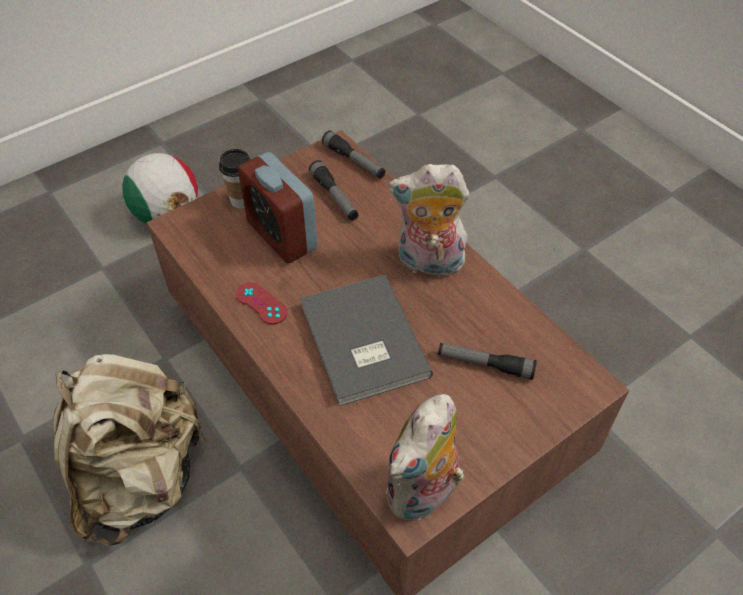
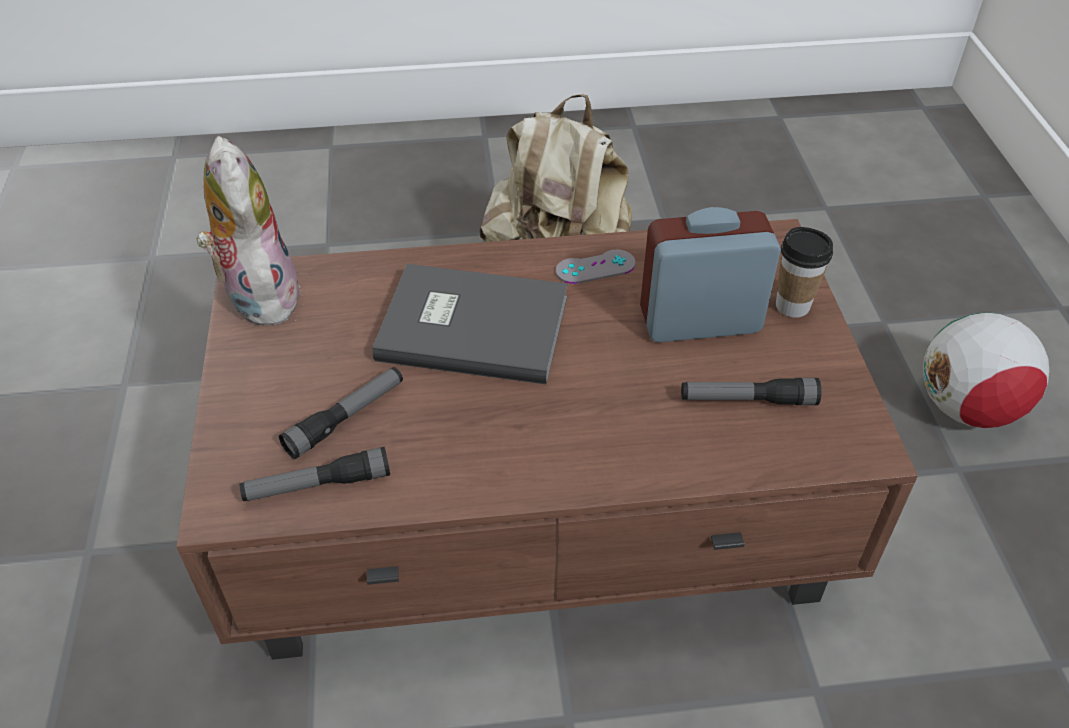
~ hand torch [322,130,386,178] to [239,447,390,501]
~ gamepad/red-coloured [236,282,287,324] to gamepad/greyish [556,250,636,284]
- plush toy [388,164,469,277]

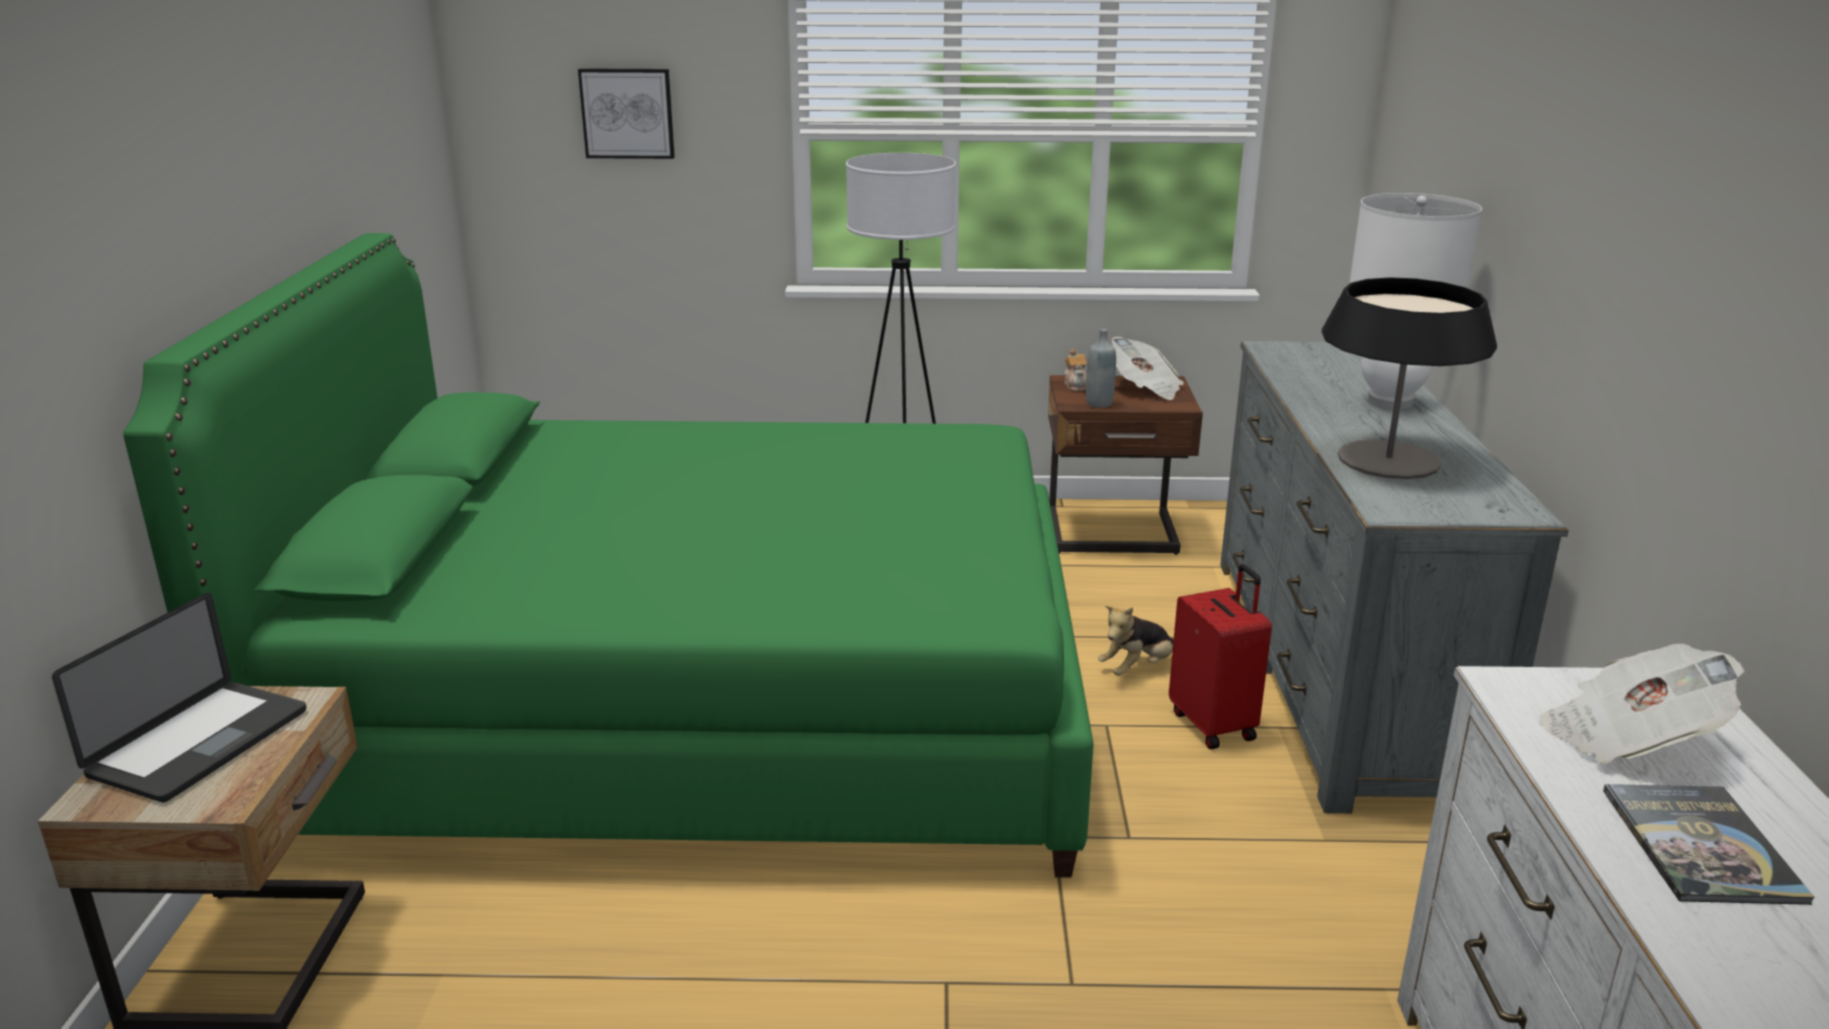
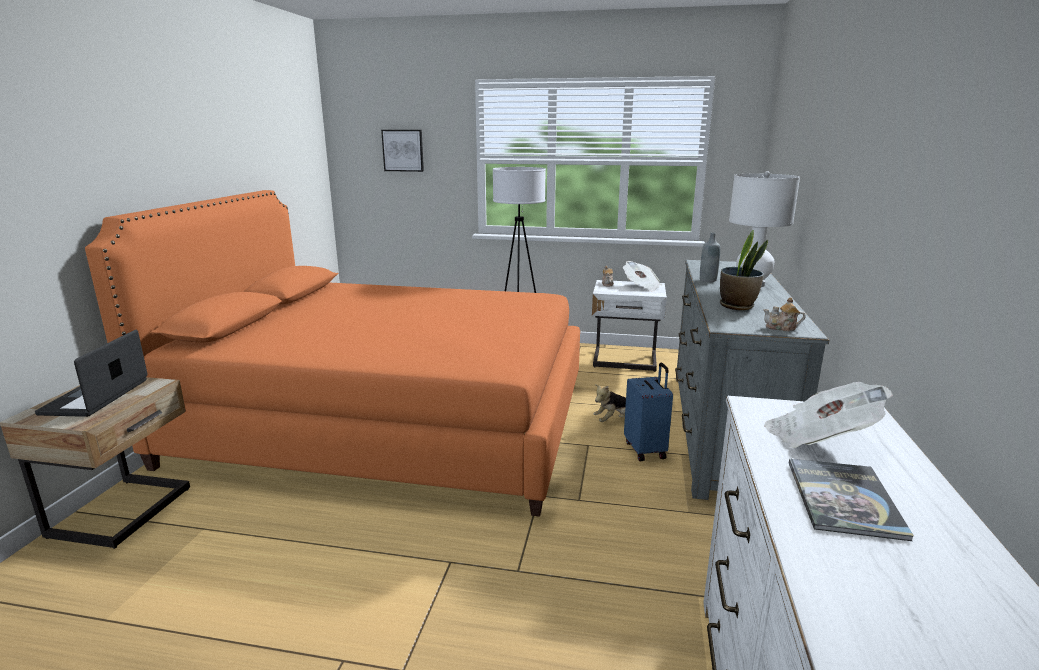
~ notebook computer [52,593,306,803] = [35,330,147,417] 150 degrees clockwise
~ bed/green-coloured [123,233,1094,878] to bed/orange [85,190,580,517]
~ bedside table/brownish [1048,375,1203,555] to bedside table/white-coloured [592,280,667,372]
~ piece of luggage/red-coloured [1169,564,1272,749] to piece of luggage/bluish [624,363,673,461]
~ bottle/greyish [1086,329,1116,408] to [700,232,720,282]
~ tabletop lamp [1322,277,1497,479] to houseplant [720,230,768,310]
+ tea pot [763,297,806,331]

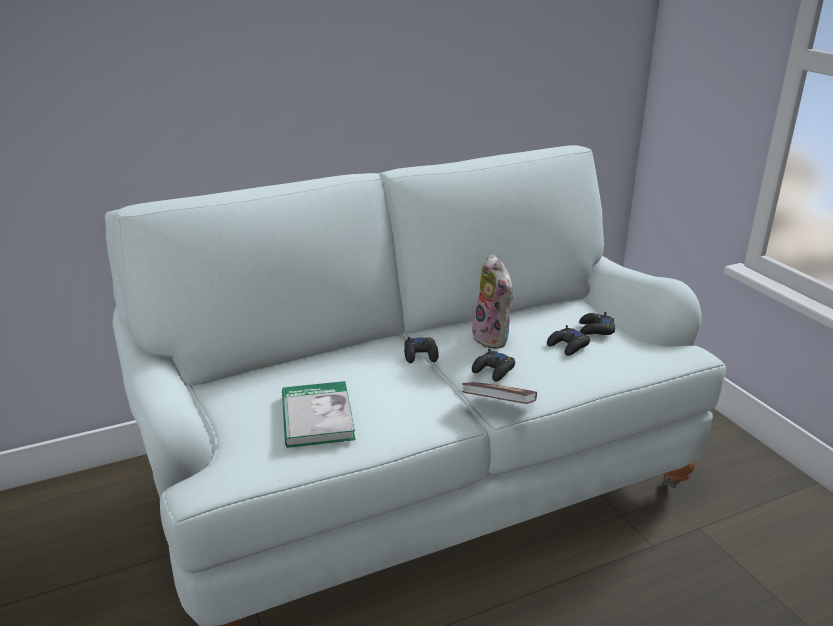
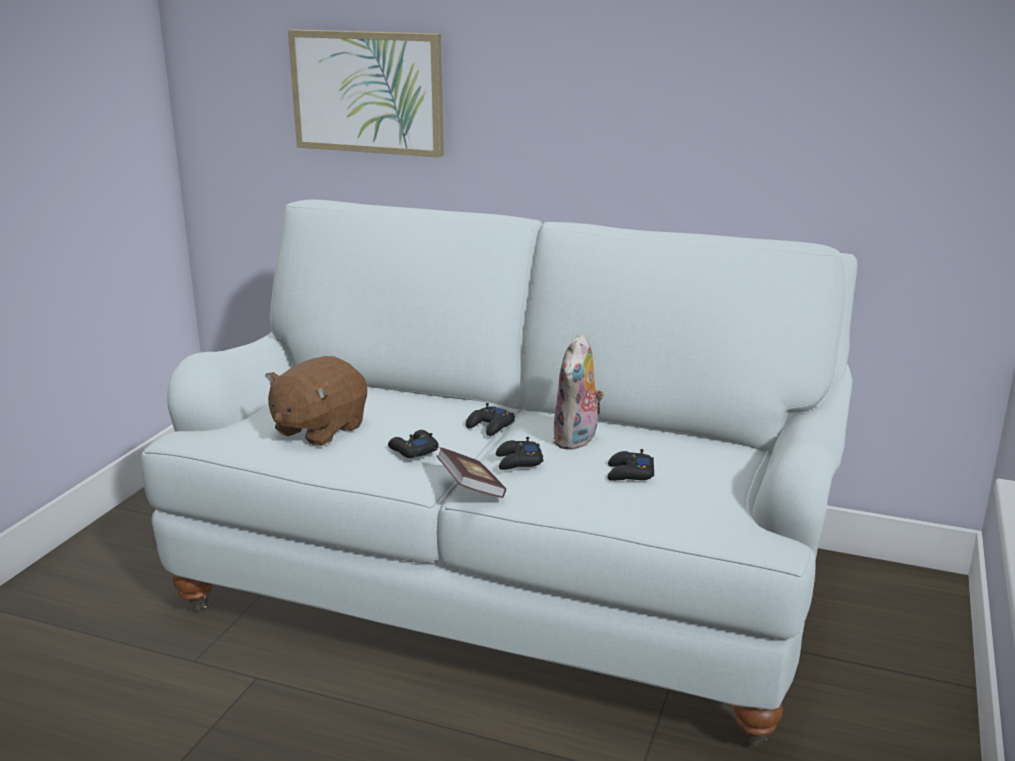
~ volume [282,381,356,448] to plush toy/brownish [265,356,367,446]
+ wall picture [288,29,444,158]
~ gamepad/black [579,312,615,335] to [388,430,439,458]

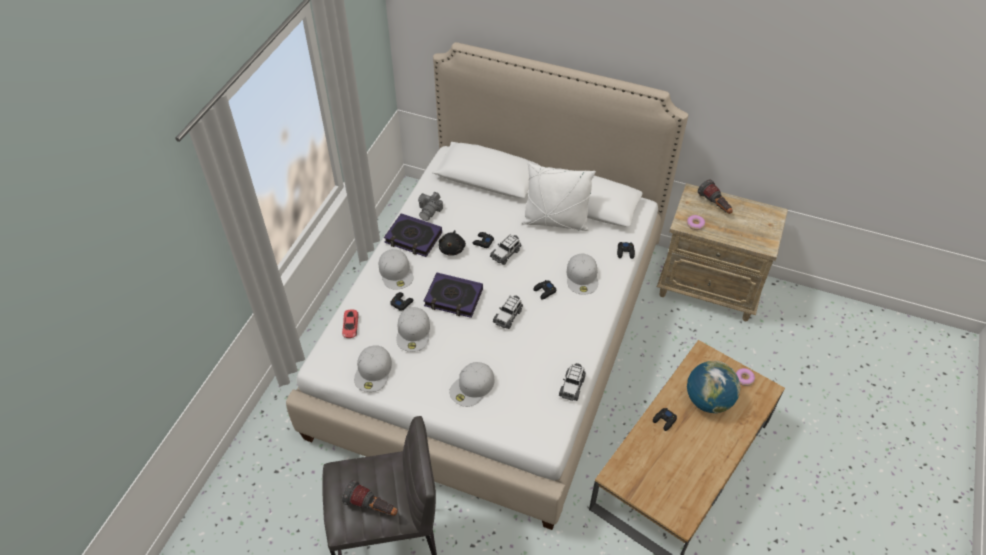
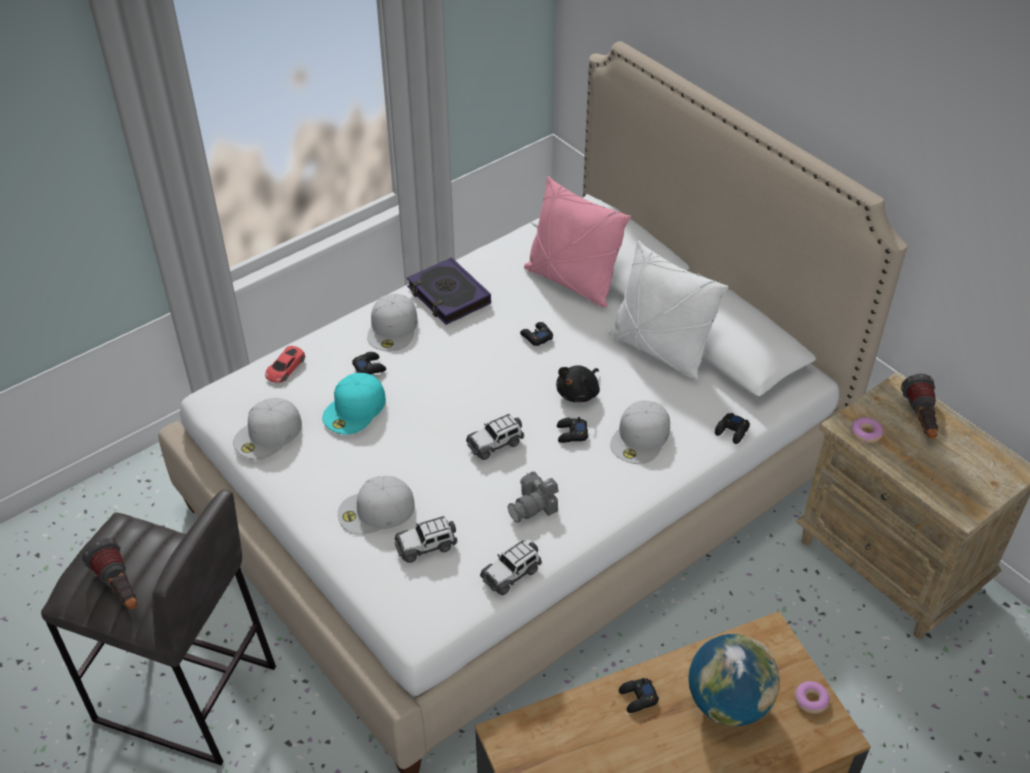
~ baseball cap/white-coloured [397,307,430,352] to baseball cap/turquoise [322,373,386,434]
~ miniature car [490,234,521,265] to [394,516,457,563]
~ still camera [418,192,443,221] to [507,472,559,523]
+ throw pillow/pink-coloured [524,176,631,308]
~ plush toy/black [439,230,466,256] to [556,365,600,402]
- volume [424,273,483,318]

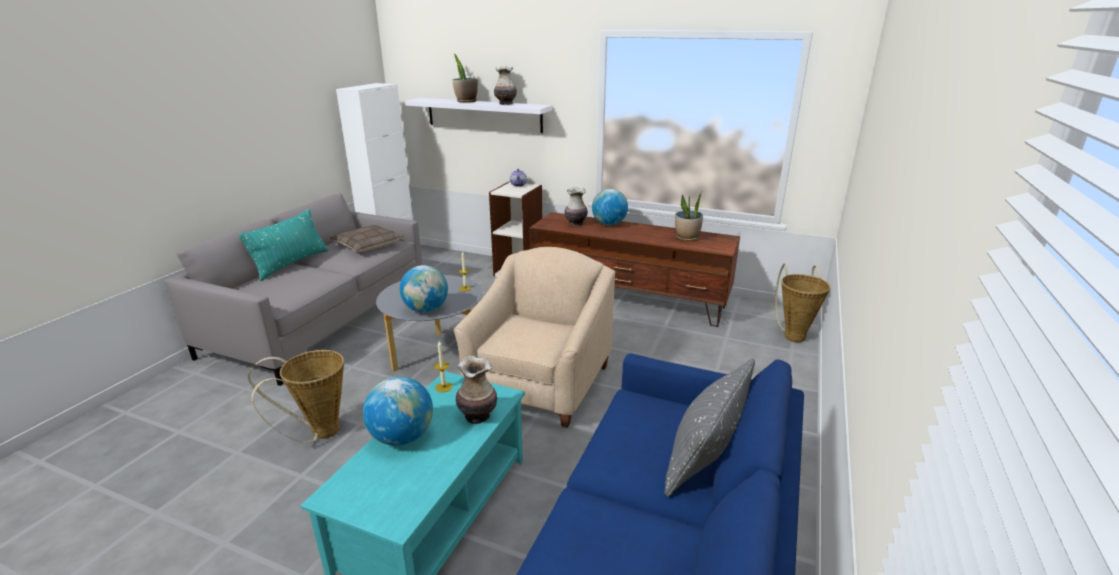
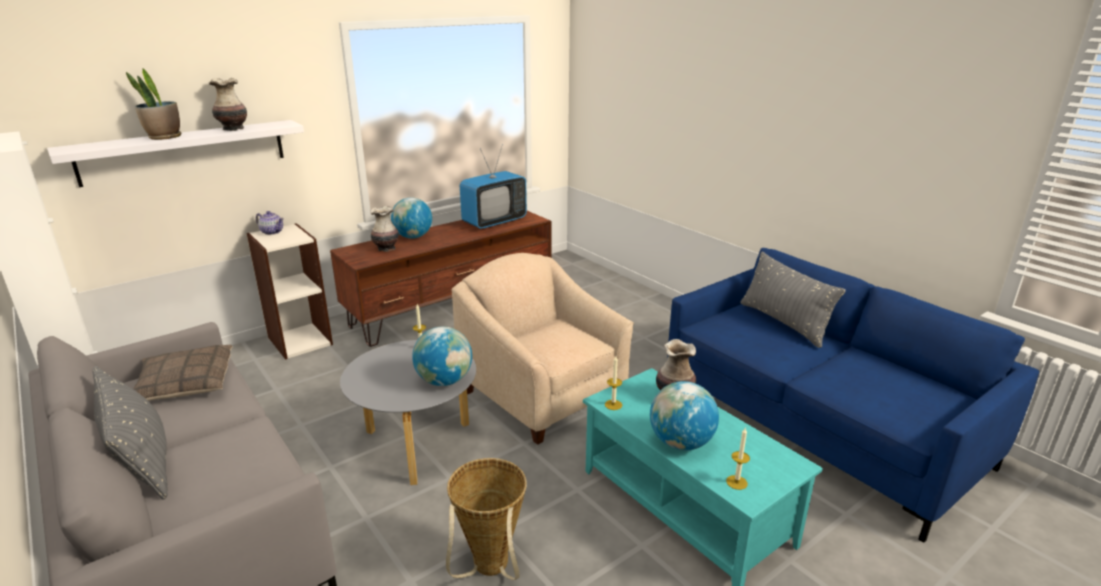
~ throw pillow/turquoise [239,209,328,281] to throw pillow/greyish [92,366,168,500]
~ houseplant [675,193,703,241] to TV [460,144,527,229]
+ wax light [726,428,750,490]
- storage basket [775,263,830,342]

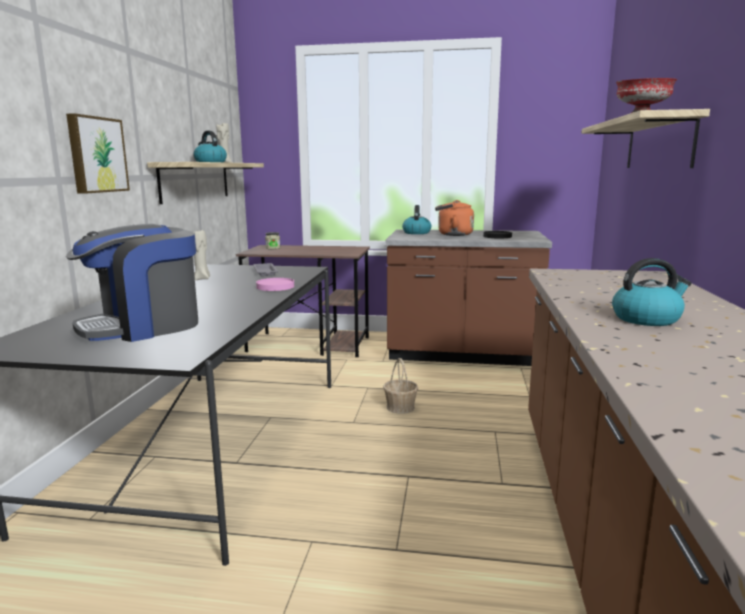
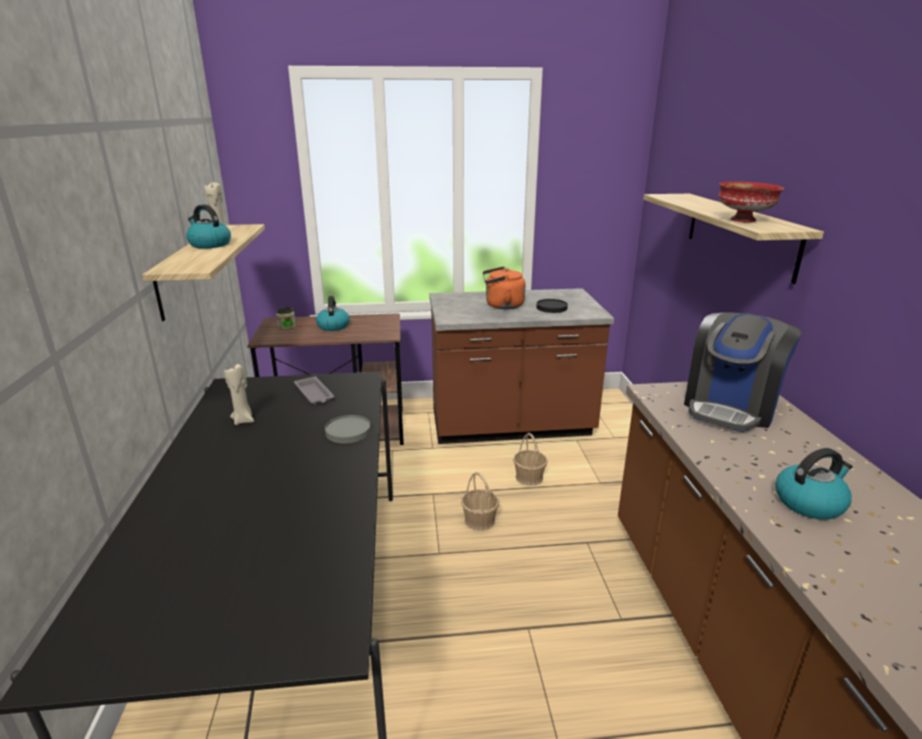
~ water kettle [402,205,431,234] to [316,296,350,331]
~ dinner plate/pink-coloured [256,278,294,291] to dinner plate/greyish [325,415,371,444]
+ storage basket [513,433,548,486]
~ coffee brewer [66,224,198,342] to [684,313,801,432]
- wall picture [66,113,130,194]

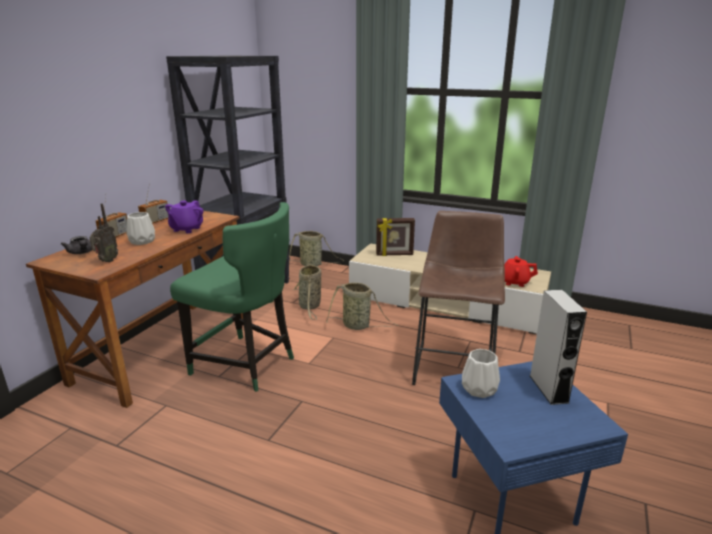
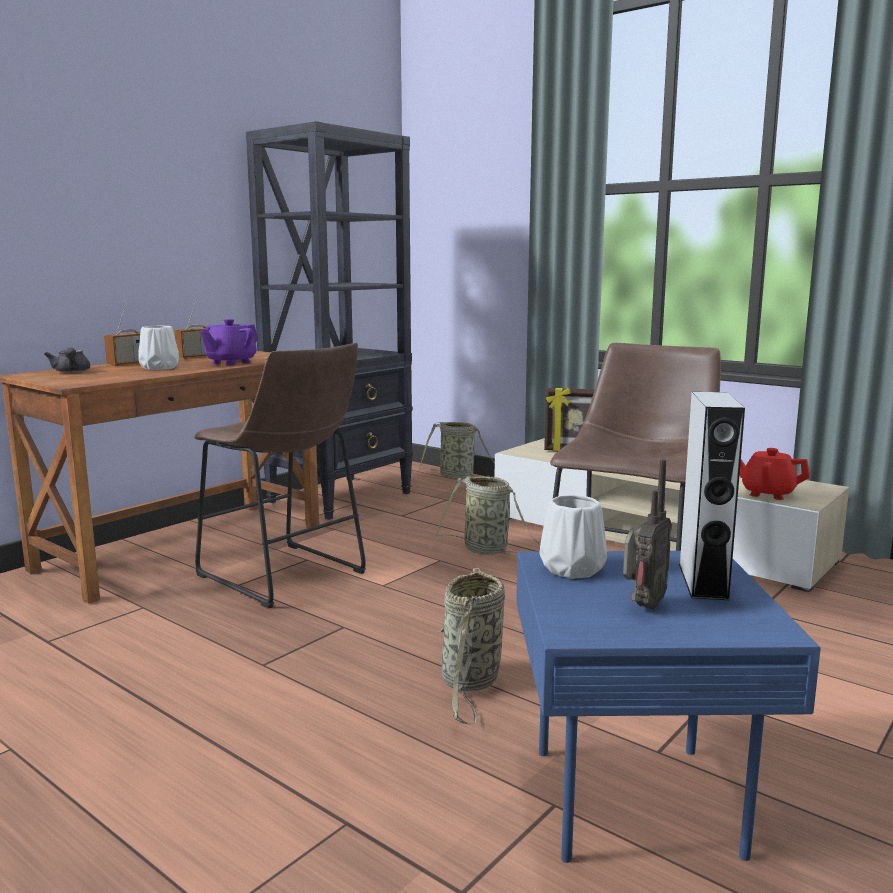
~ upright chair/green-coloured [170,202,294,392] to stool seat/brownish [194,343,366,609]
~ storage basket [293,263,321,320] to [437,568,505,725]
~ radio set [90,204,118,262] to [623,459,672,610]

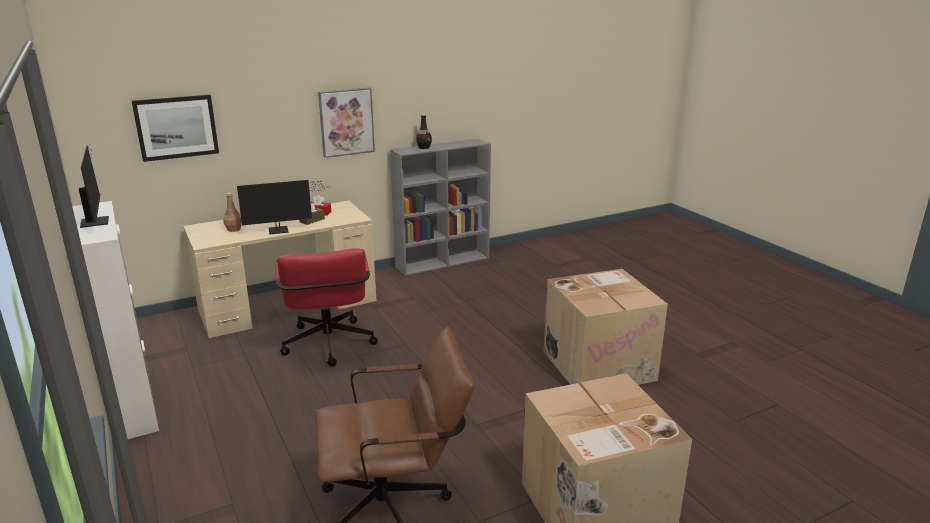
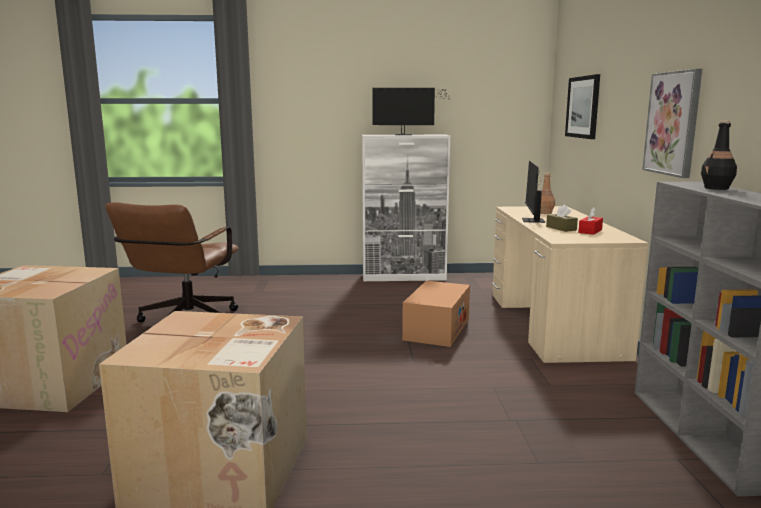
~ office chair/red-coloured [275,249,378,367] to packing box [402,281,470,347]

